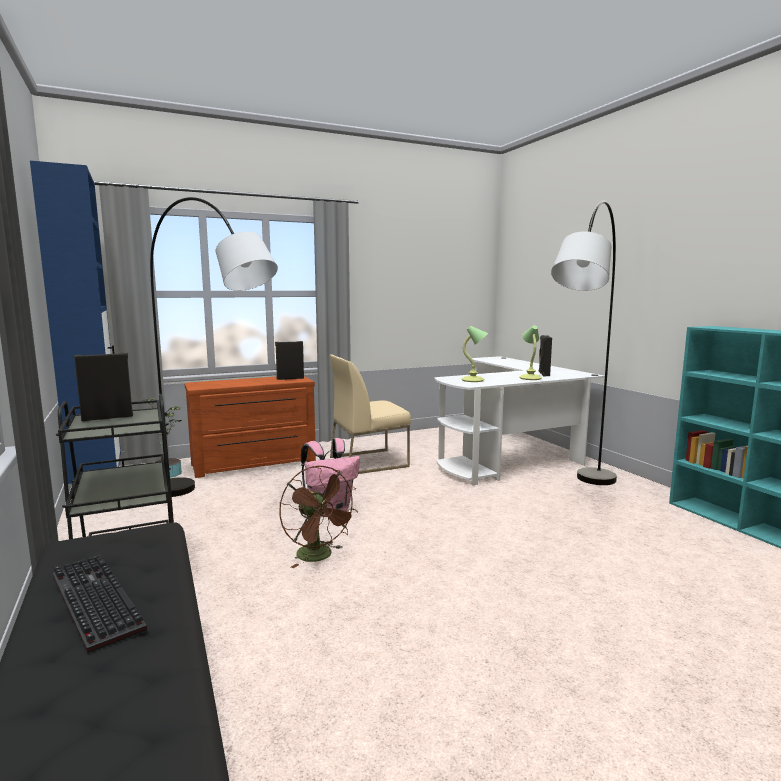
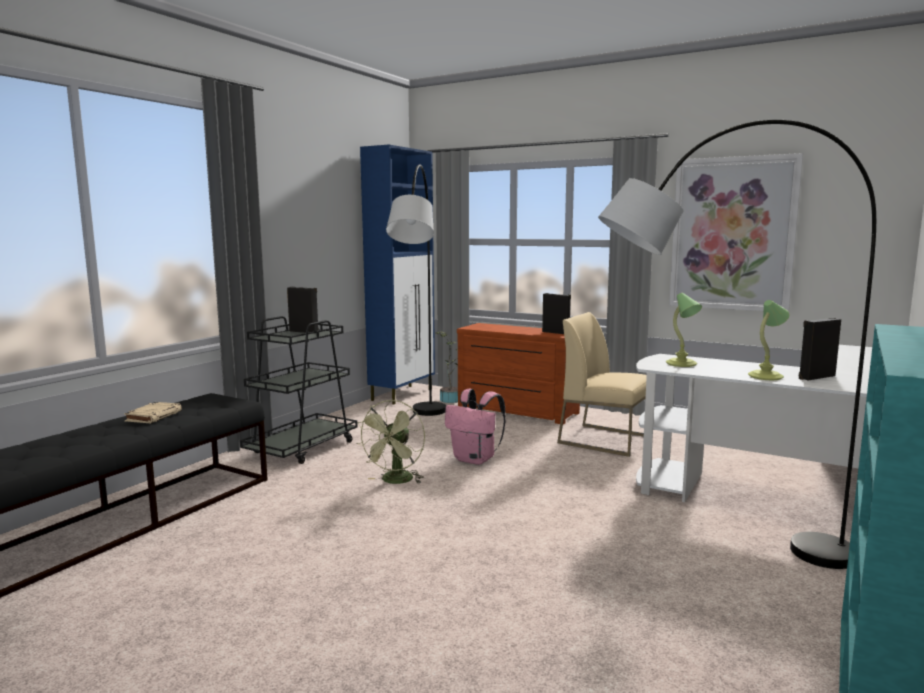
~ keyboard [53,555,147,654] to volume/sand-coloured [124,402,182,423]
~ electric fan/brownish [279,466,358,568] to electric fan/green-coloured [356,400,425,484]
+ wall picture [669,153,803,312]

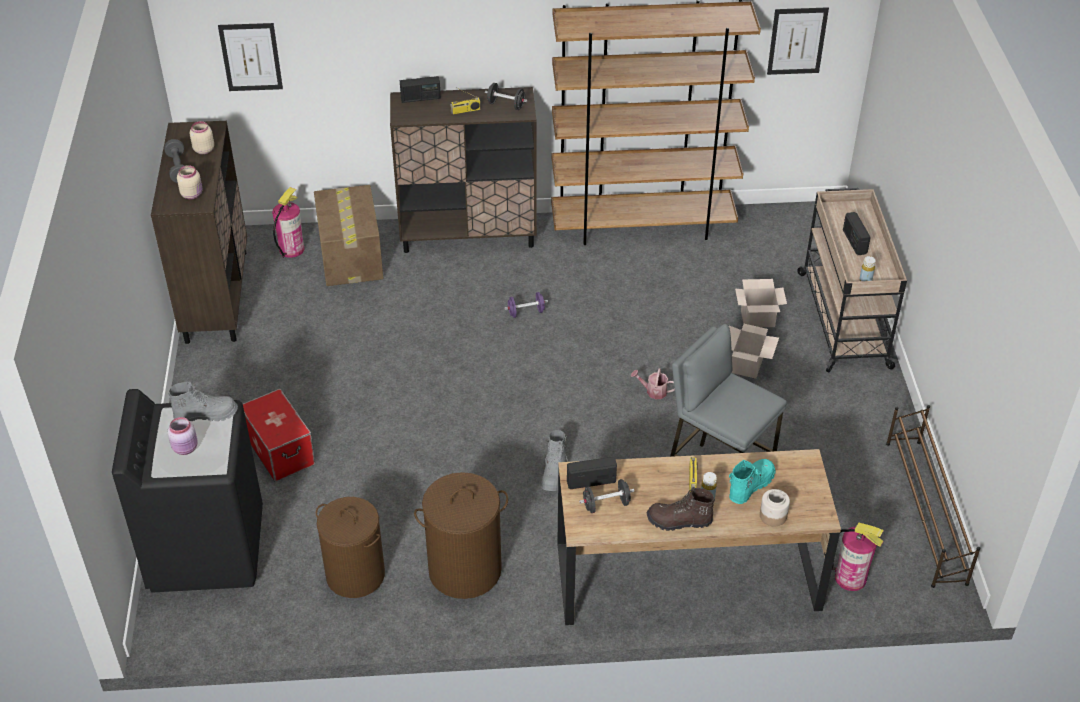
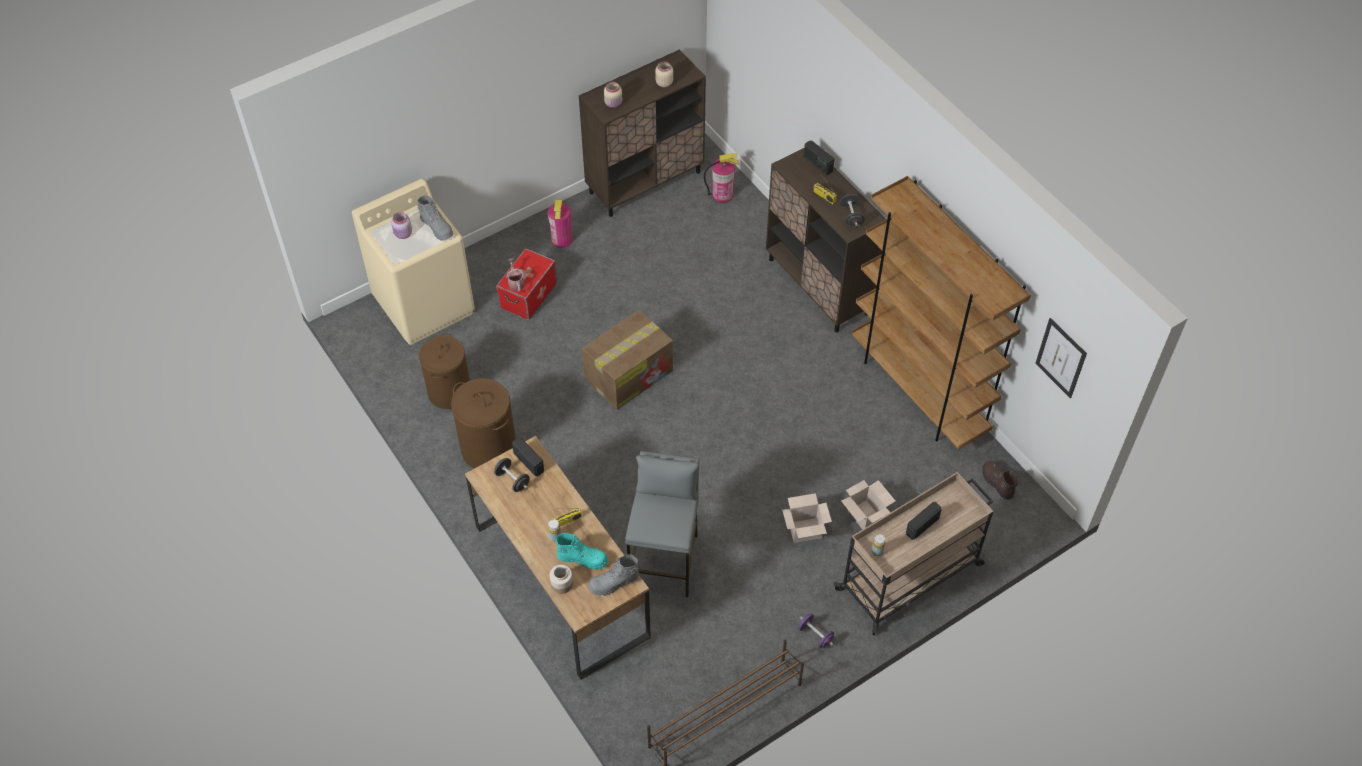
~ laundry appliance/black [112,389,263,593] to laundry appliance/sand-coloured [352,179,475,345]
~ watering can [631,368,675,399] to [506,258,525,292]
~ fire extinguisher [832,523,884,591] to [548,200,573,248]
~ packing box [314,185,384,286] to [582,310,673,410]
~ high-top boot/greyish [541,430,568,491] to [588,555,639,596]
~ free weight/purplish [504,292,548,318] to [799,614,834,648]
~ high-top boot/brownish [647,488,715,531] to [982,460,1018,500]
- free weight/greyish [164,139,185,183]
- wall picture [218,23,283,91]

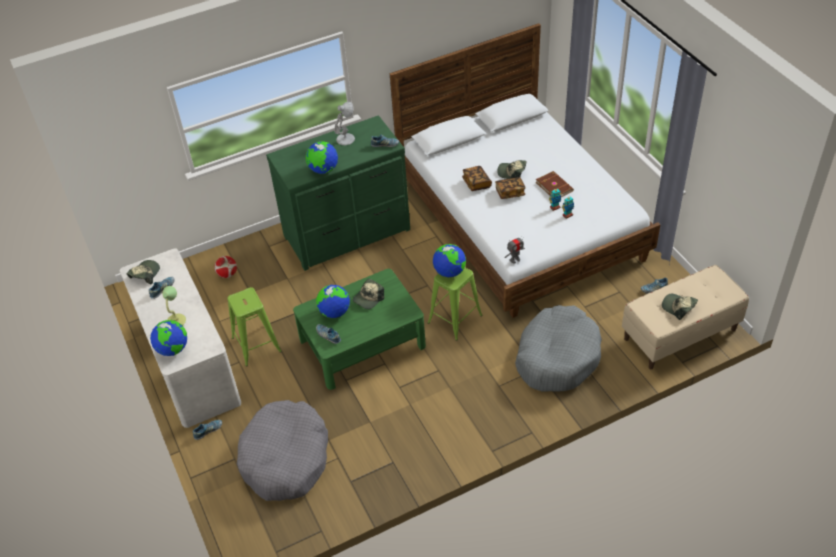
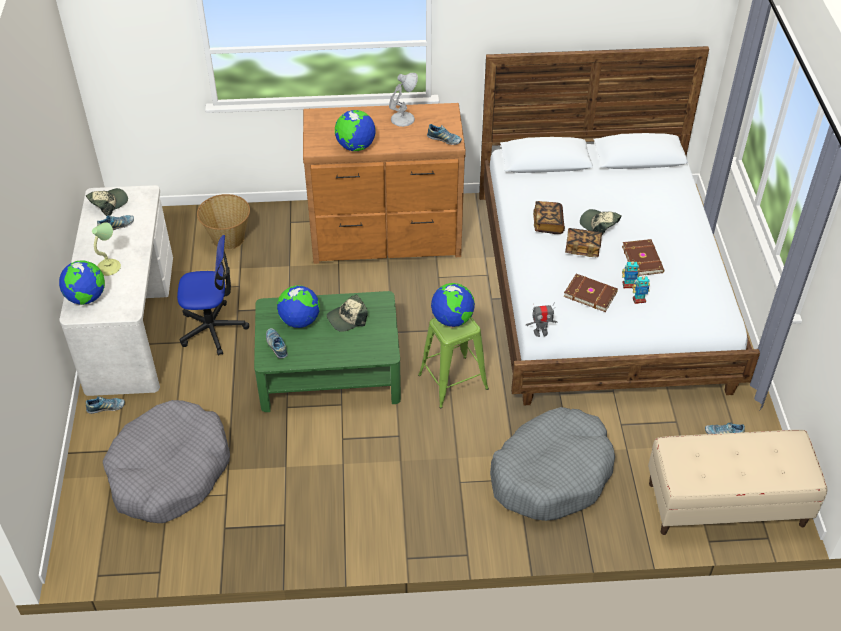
~ stool seat/green-coloured [227,287,282,366] to office chair [177,235,249,356]
~ ball for football [214,256,237,278] to storage basket [197,194,250,250]
~ dresser/green-coloured [266,115,410,271] to dresser/brownish [303,103,466,264]
+ volume/brownish [563,274,618,312]
- baseball cap [662,294,698,320]

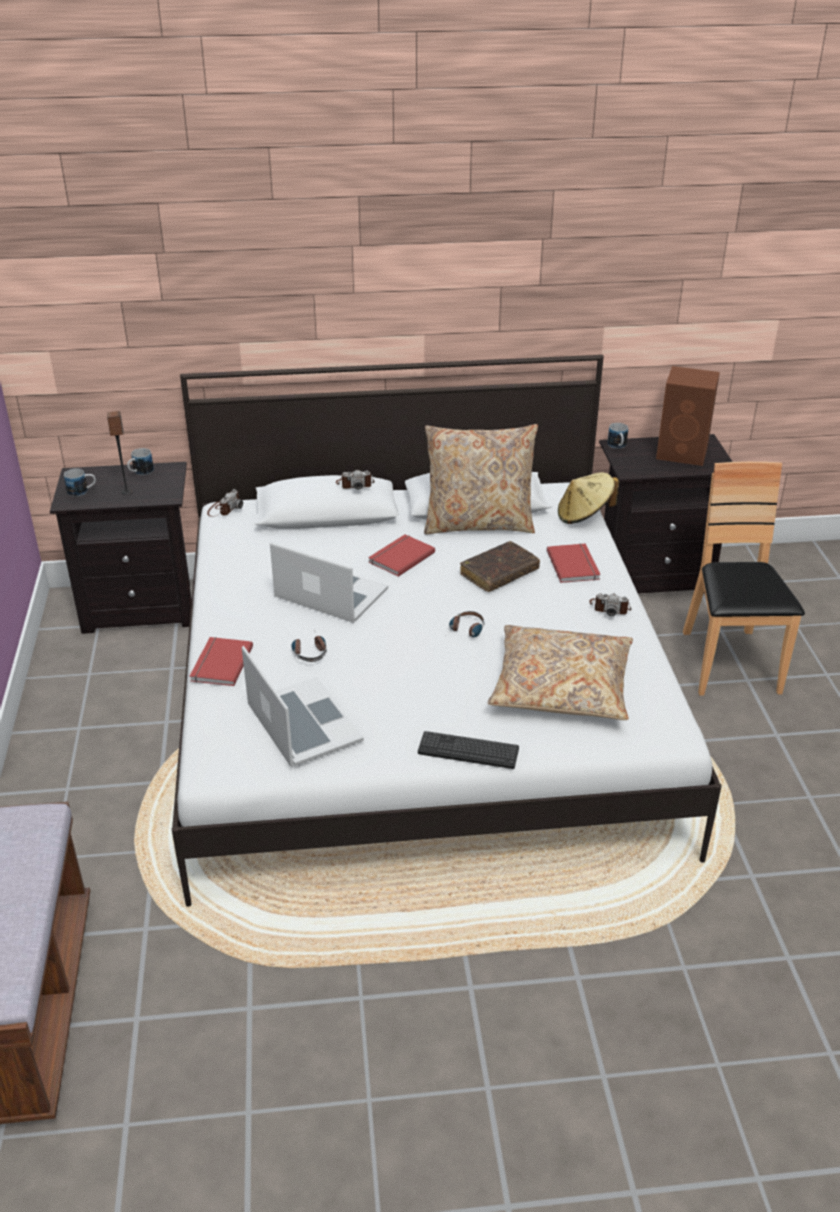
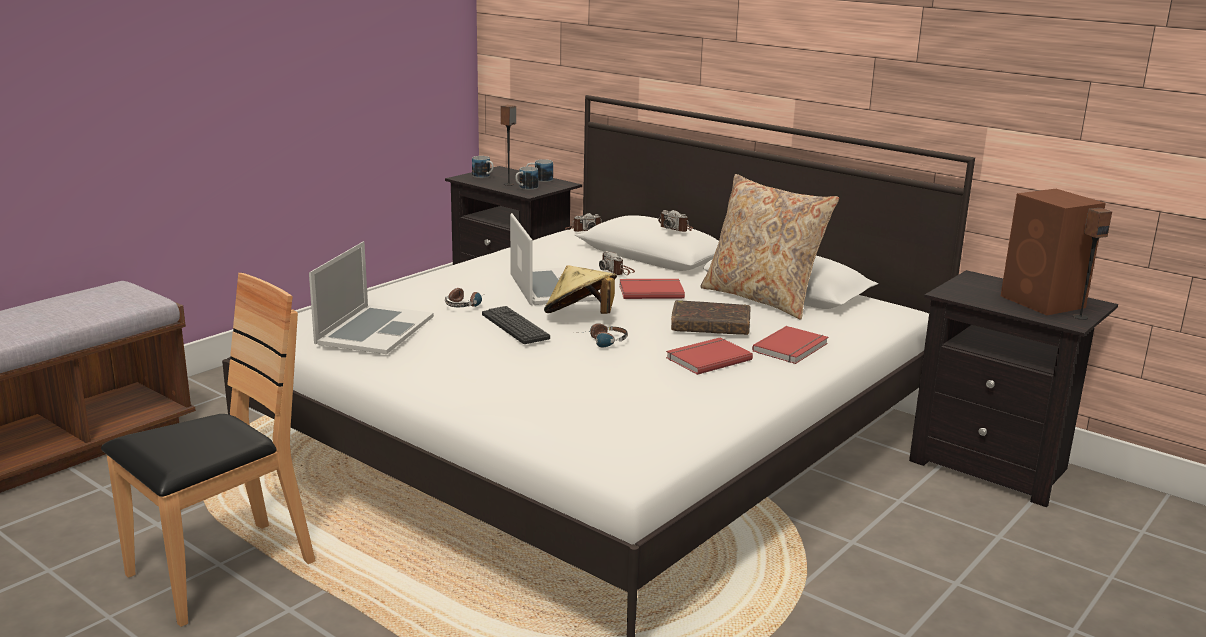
~ upright chair/brownish [683,462,805,696] to [101,273,316,627]
~ keyboard [418,731,519,769] to [482,306,550,344]
~ mug [607,423,628,449] to [515,167,538,190]
~ wearable hat/sand-coloured [558,472,619,524] to [544,265,617,314]
~ still camera [589,593,631,616] to [599,251,635,275]
~ volume/red-coloured [189,637,253,686] to [666,337,753,375]
+ speaker [1073,208,1112,320]
- throw pillow/sand-coloured [488,625,633,720]

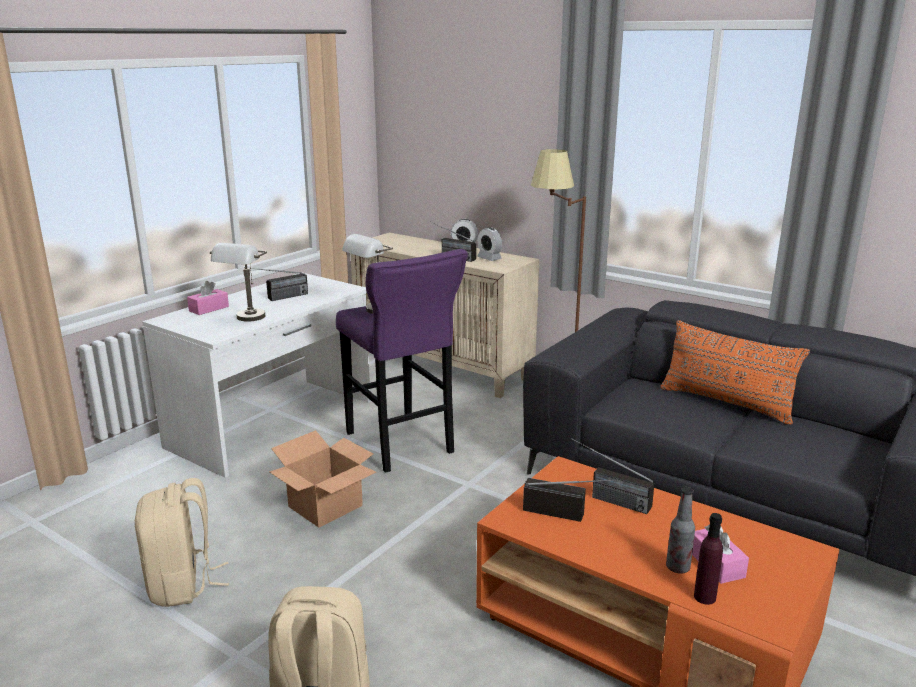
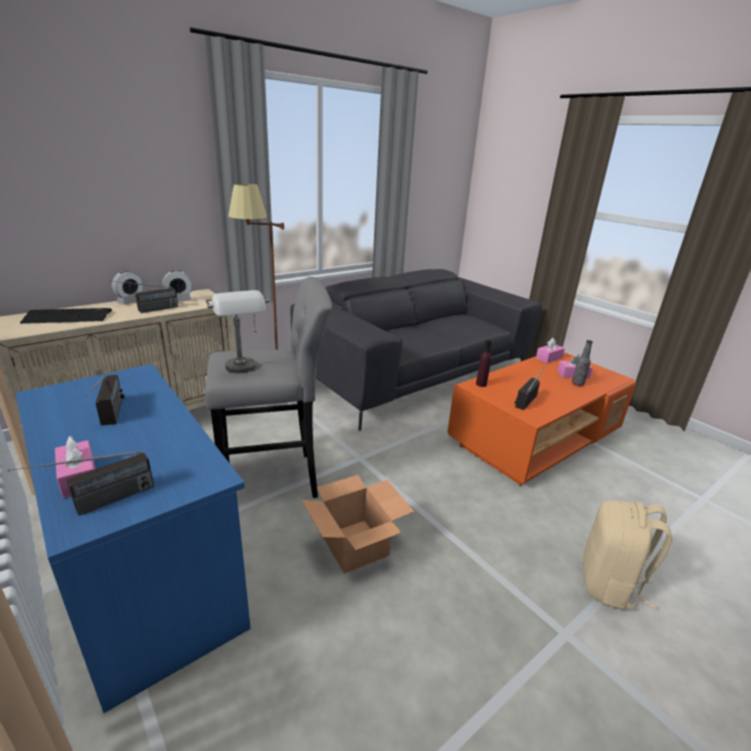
~ radio set [571,438,654,514] to [8,451,154,516]
~ desk/white-coloured [142,272,371,478] to desk/bluish [16,364,251,713]
+ keyboard [20,308,112,324]
~ stool seat/purplish [336,249,468,473] to stool seat/greyish [205,277,332,498]
~ bottle/purplish [694,513,723,605] to [476,339,491,387]
+ tissue holder/pink-coloured [536,338,565,363]
- backpack/sand-coloured [135,478,229,607]
- tabletop lamp/greyish [210,243,267,322]
- throw pillow/orange [660,320,810,425]

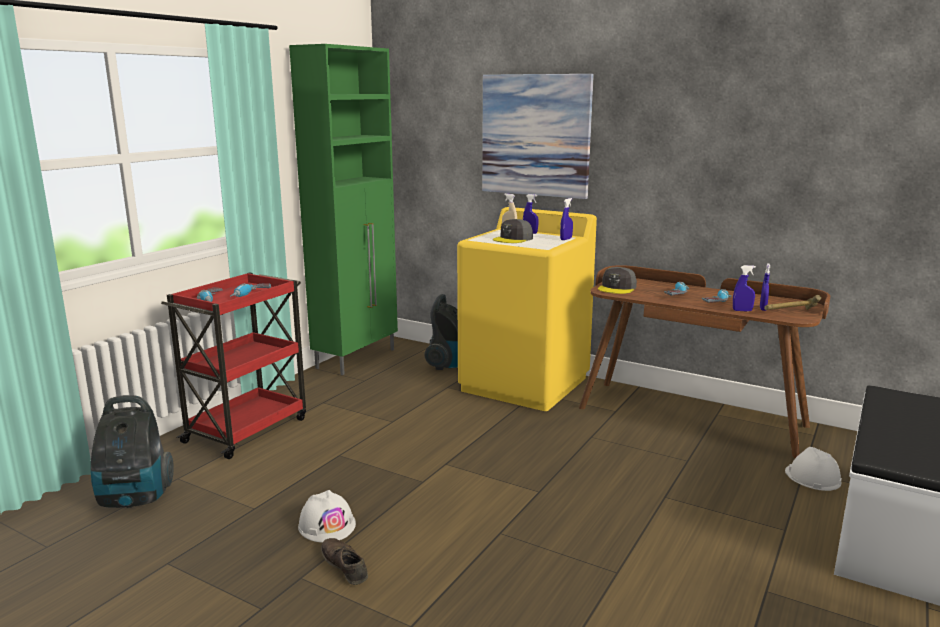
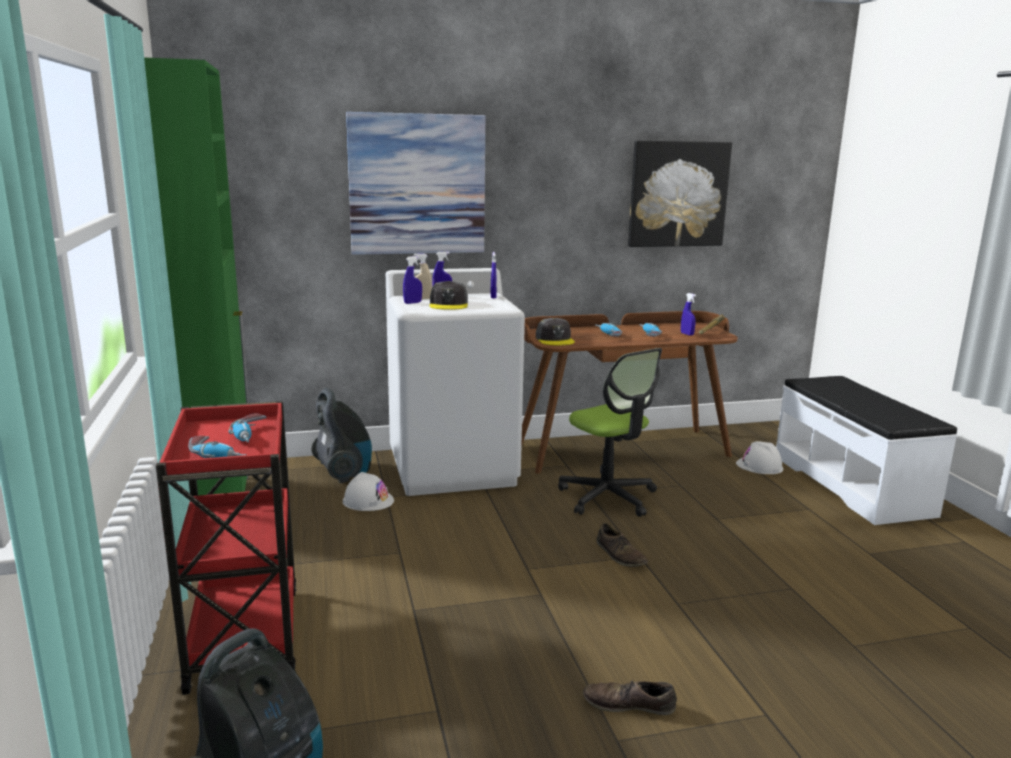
~ hard hat/white-coloured [298,490,356,543] to [343,472,394,511]
~ laundry appliance/yellow [457,207,597,411] to laundry appliance/white-coloured [386,268,525,496]
~ sprayer/bluish [733,265,756,312] to [403,256,422,304]
+ office chair [558,348,662,517]
+ low shoe/brownish [596,523,648,567]
+ wall picture [628,141,732,247]

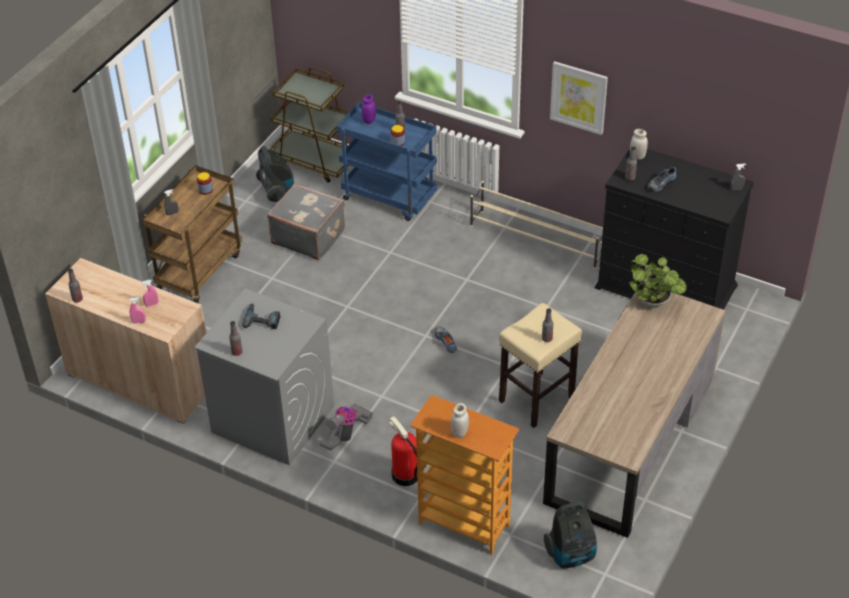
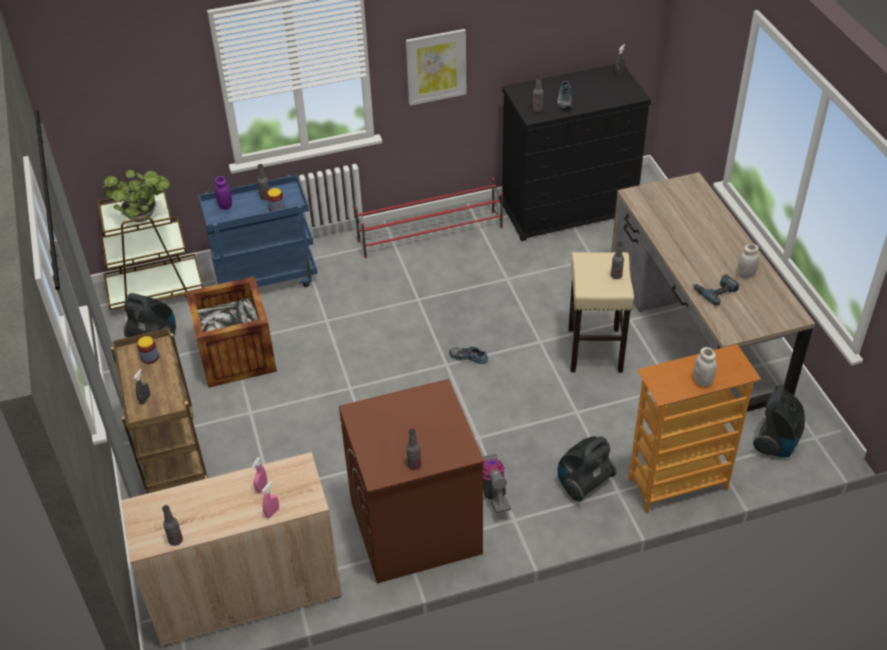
~ houseplant [629,254,687,308] to [102,170,170,222]
~ piece of luggage/greyish [267,183,345,260] to shipping crate [186,276,277,388]
~ laundry appliance/greyish [194,289,334,466] to laundry appliance/brownish [339,379,484,584]
~ shoe stand/sand-coloured [470,181,603,269] to shoe stand/red-coloured [355,178,503,258]
~ fire extinguisher [388,416,418,486] to vacuum [558,436,617,502]
~ drill [242,303,280,329] to [693,274,739,306]
~ jar/white-coloured [630,129,648,160] to [738,244,759,278]

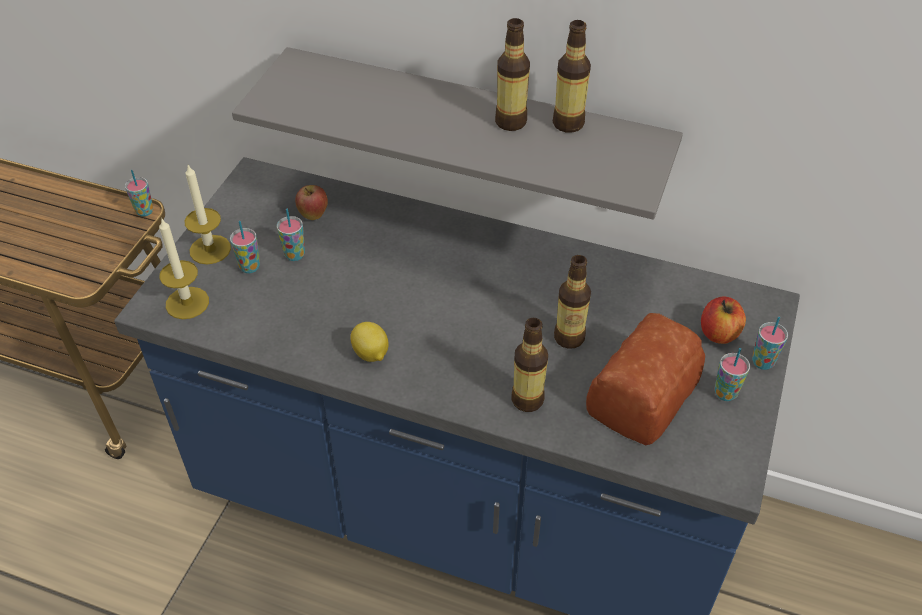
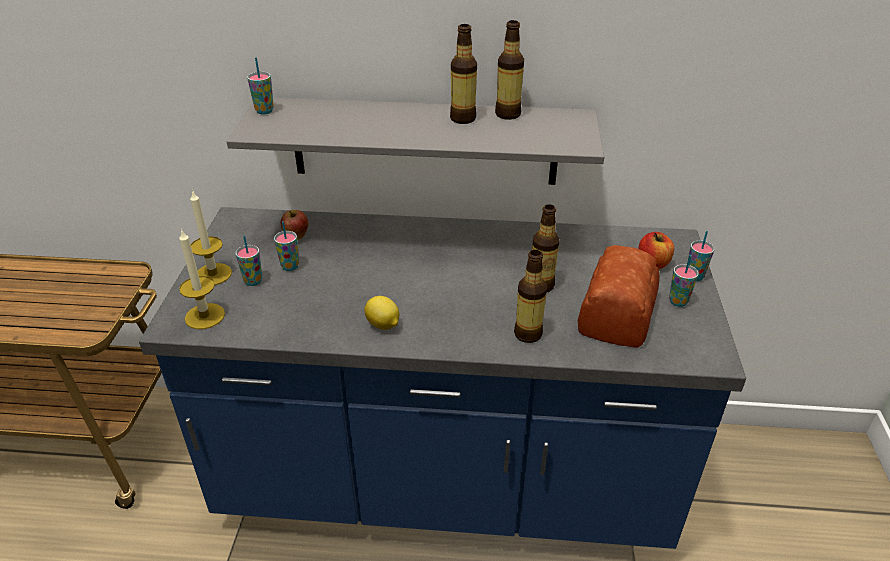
~ drinking cup [125,170,153,217] to [247,58,274,114]

